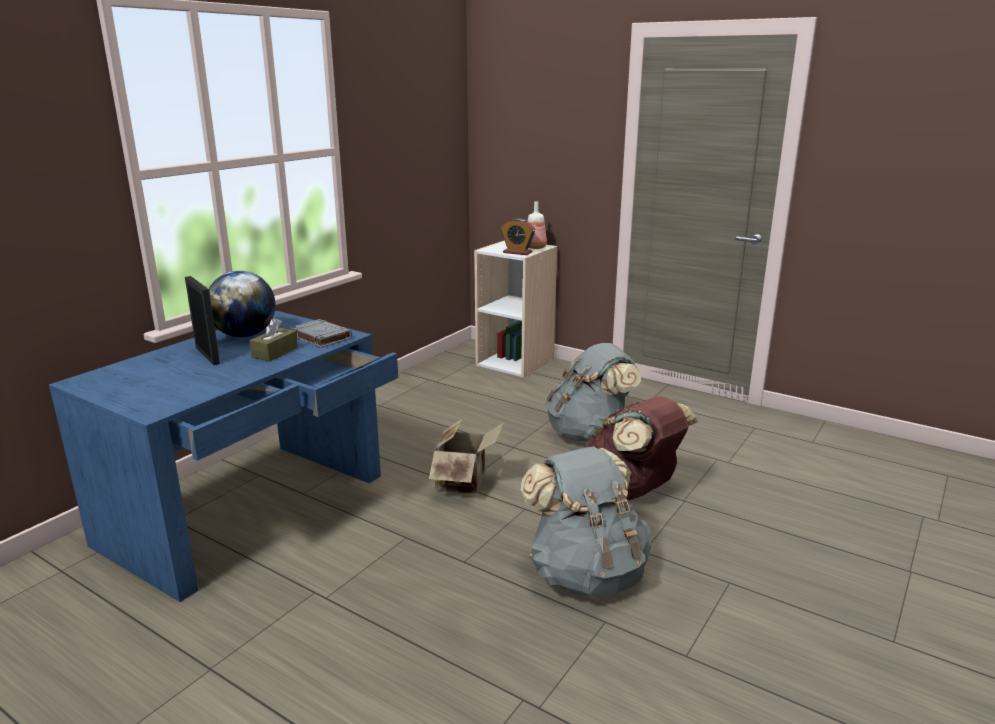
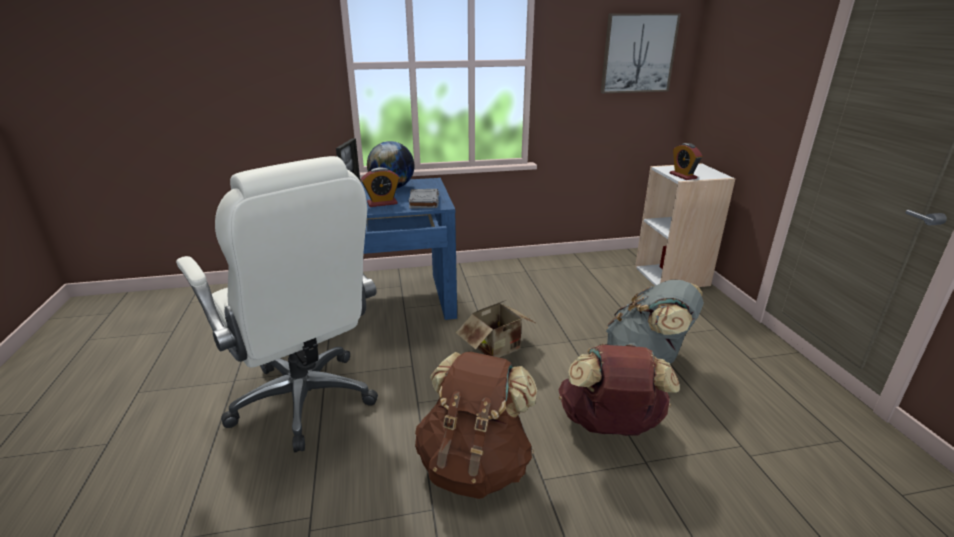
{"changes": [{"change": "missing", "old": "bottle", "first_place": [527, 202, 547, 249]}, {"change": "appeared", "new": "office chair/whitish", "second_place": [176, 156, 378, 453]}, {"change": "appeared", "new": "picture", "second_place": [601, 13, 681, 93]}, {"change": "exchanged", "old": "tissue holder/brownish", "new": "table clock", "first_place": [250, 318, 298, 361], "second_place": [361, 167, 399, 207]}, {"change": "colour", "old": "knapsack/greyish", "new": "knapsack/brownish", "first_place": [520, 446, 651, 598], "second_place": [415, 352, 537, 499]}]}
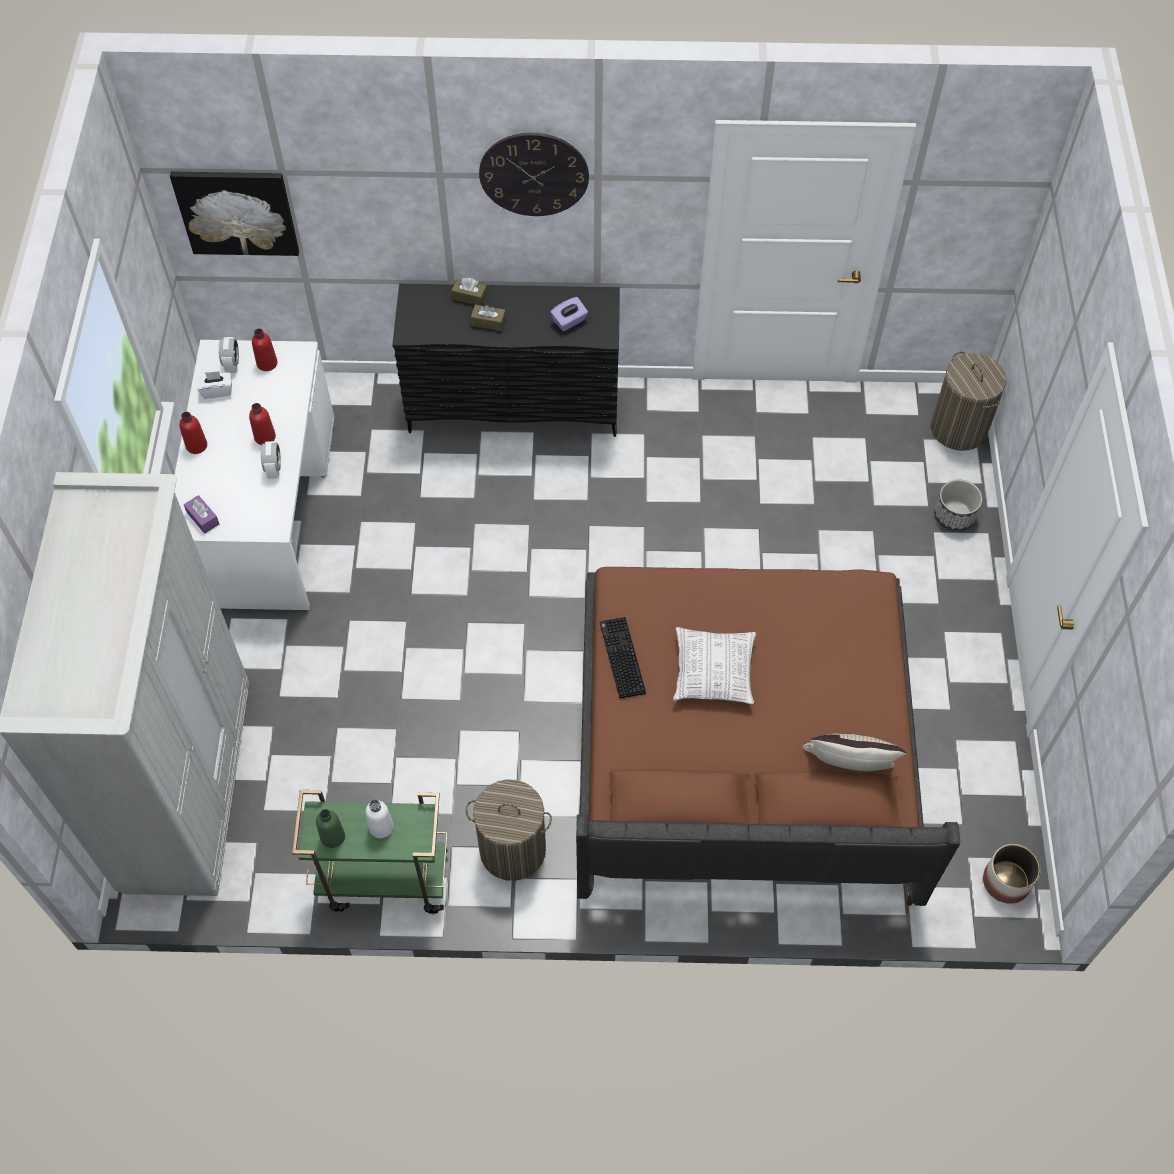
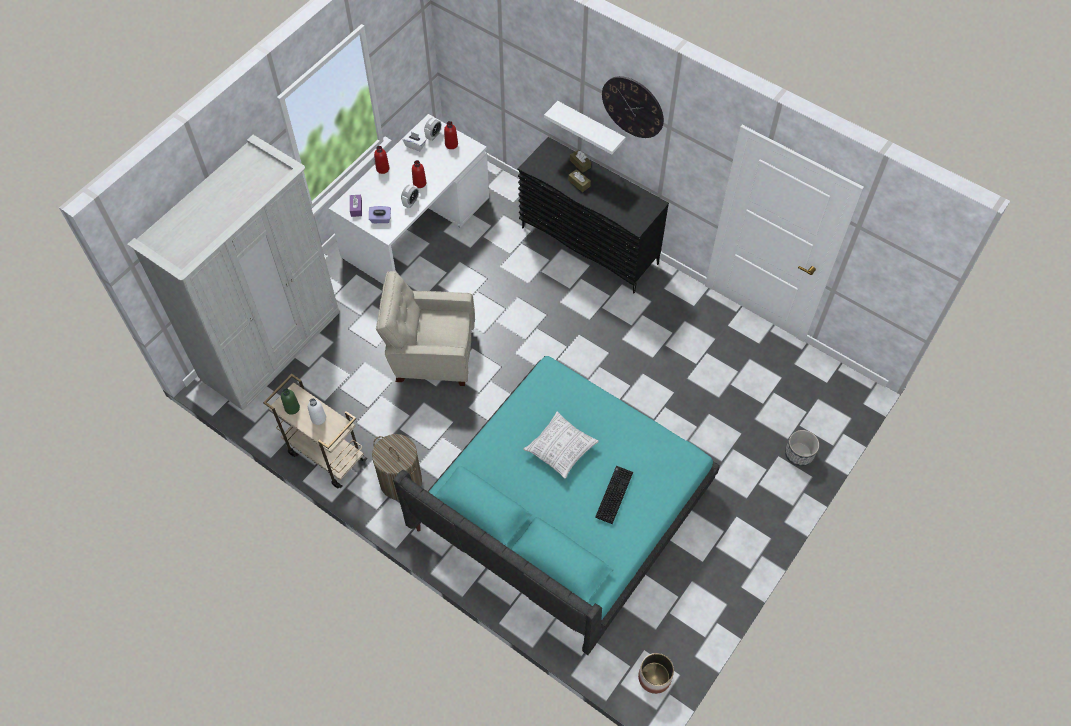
{"changes": [{"change": "missing", "old": "picture", "first_place": [170, 172, 299, 256]}, {"change": "missing", "old": "pillow", "first_place": [803, 733, 907, 771]}, {"change": "missing", "old": "washing basket", "first_place": [931, 351, 1007, 451]}, {"change": "appeared", "new": "lounge chair/sand-coloured", "second_place": [376, 271, 475, 386]}, {"change": "appeared", "new": "wall shelf/whitish", "second_place": [544, 101, 626, 155]}, {"change": "relocated", "old": "tissue holder/purplish", "first_place": [550, 297, 588, 331], "second_place": [369, 206, 391, 223]}, {"change": "relocated", "old": "PC keyboard", "first_place": [600, 617, 646, 699], "second_place": [595, 466, 633, 524]}, {"change": "colour", "old": "cart/green-coloured", "new": "cart/sand-coloured", "first_place": [292, 790, 448, 915], "second_place": [263, 374, 368, 488]}, {"change": "colour", "old": "bed/brownish", "new": "bed/turquoise", "first_place": [576, 567, 960, 906], "second_place": [393, 356, 720, 655]}]}
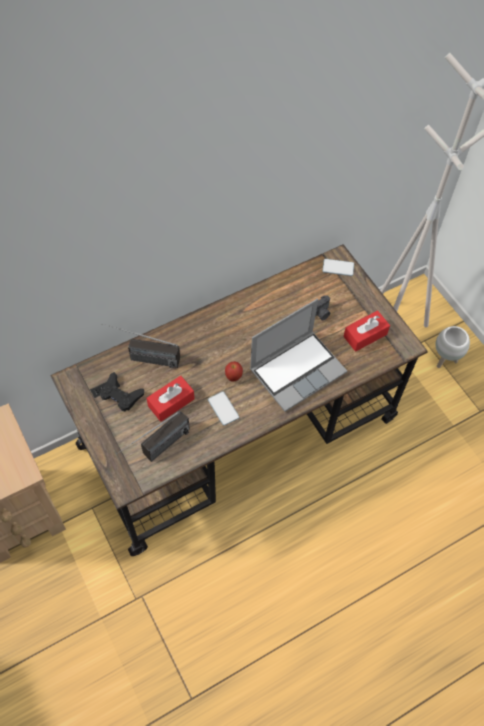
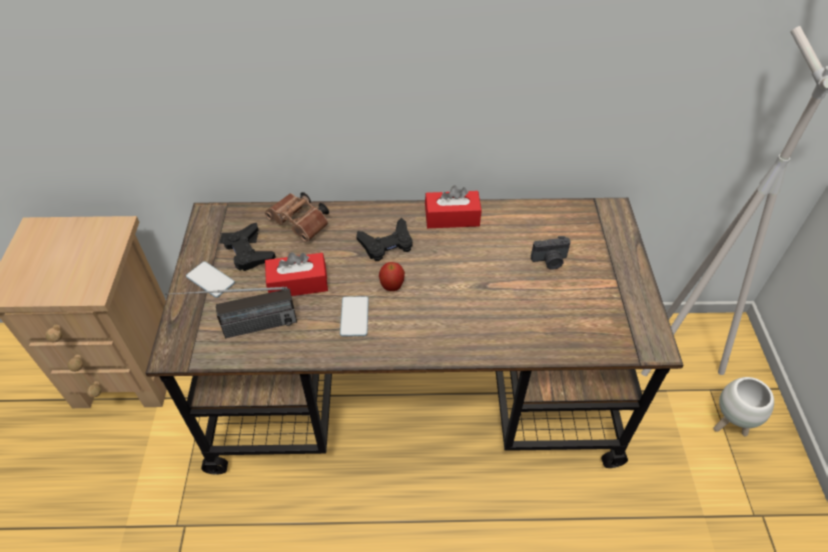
{"changes": [{"change": "missing", "old": "portable computer", "first_place": [250, 299, 347, 412]}, {"change": "appeared", "new": "gamepad/blackish", "second_place": [356, 218, 412, 261]}, {"change": "relocated", "old": "phone", "first_place": [323, 259, 354, 276], "second_place": [186, 261, 235, 298]}, {"change": "relocated", "old": "tissue holder/red-coloured", "first_place": [343, 310, 390, 352], "second_place": [425, 185, 482, 228]}, {"change": "exchanged", "old": "radio set", "new": "field glasses/brownish", "first_place": [102, 323, 180, 368], "second_place": [265, 192, 329, 242]}]}
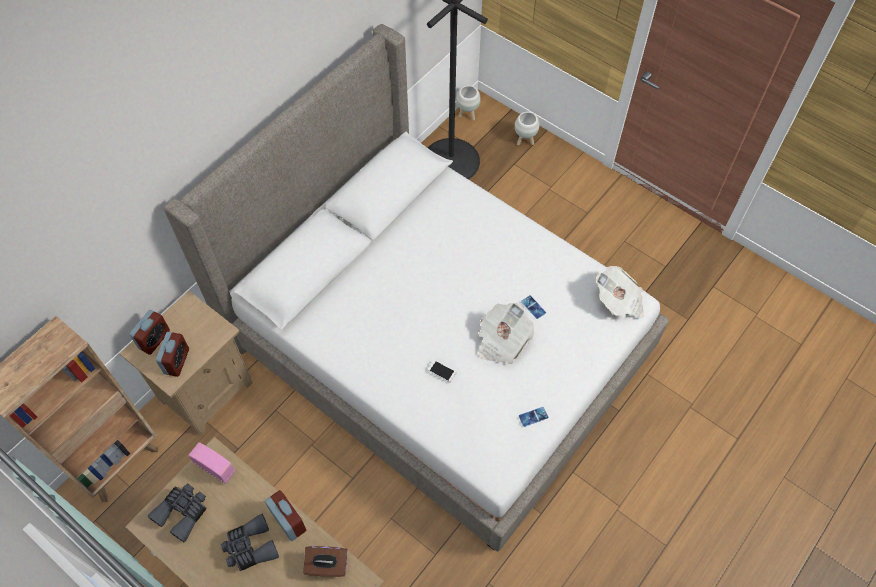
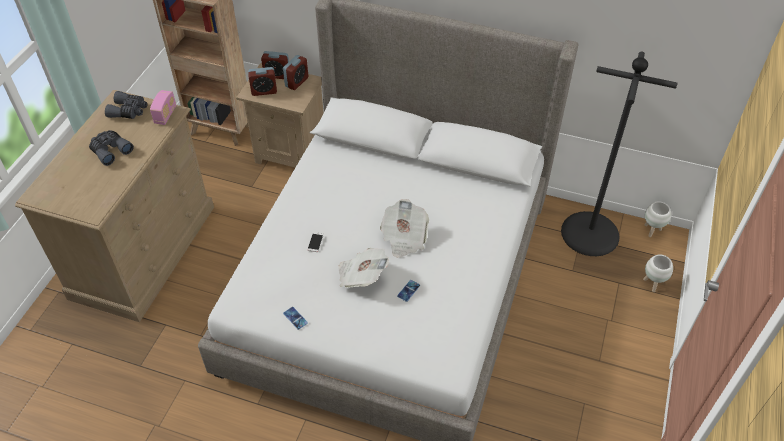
{"changes": [{"change": "missing", "old": "tissue holder/brownish", "first_place": [303, 546, 348, 577]}, {"change": "relocated", "old": "table clock", "first_place": [265, 490, 306, 541], "second_place": [283, 55, 308, 90]}, {"change": "relocated", "old": "daily paper", "first_place": [596, 266, 644, 318], "second_place": [380, 199, 429, 258]}]}
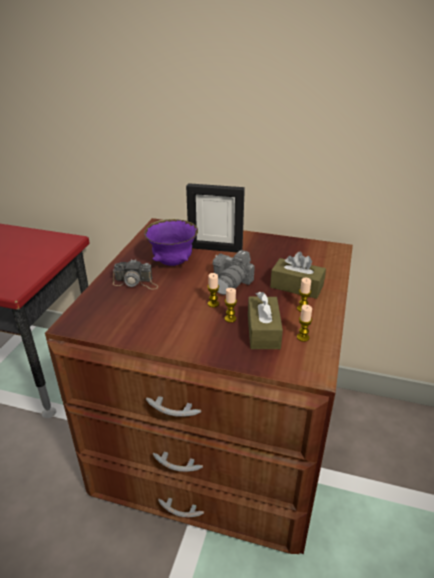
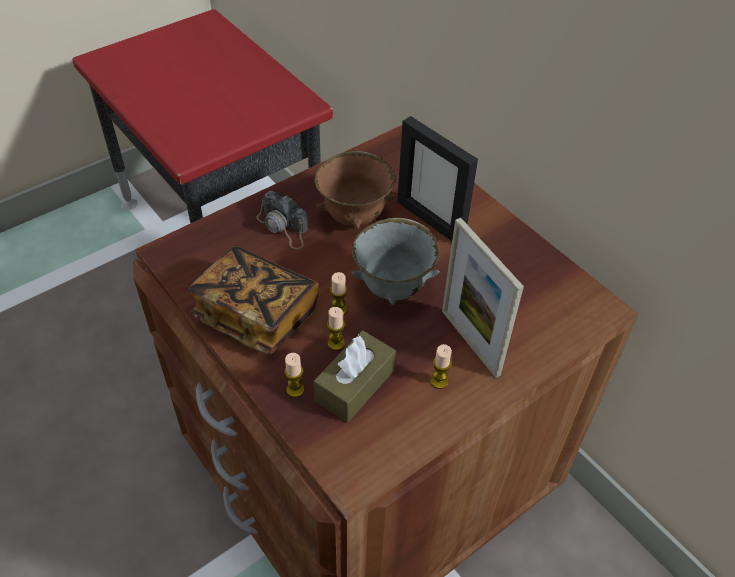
{"changes": [{"change": "appeared", "new": "volume", "second_place": [188, 246, 319, 354]}, {"change": "relocated", "old": "wax candle", "first_place": [297, 305, 312, 342], "second_place": [284, 353, 304, 397]}, {"change": "exchanged", "old": "photo camera", "new": "serving bowl/greyish", "first_place": [213, 250, 255, 295], "second_place": [352, 218, 440, 305]}, {"change": "exchanged", "old": "tissue holder/brownish", "new": "standing frame", "first_place": [270, 252, 326, 299], "second_place": [442, 218, 524, 378]}, {"change": "colour", "old": "serving bowl/purplish", "new": "serving bowl/brownish", "first_place": [144, 219, 198, 266], "second_place": [314, 151, 396, 229]}]}
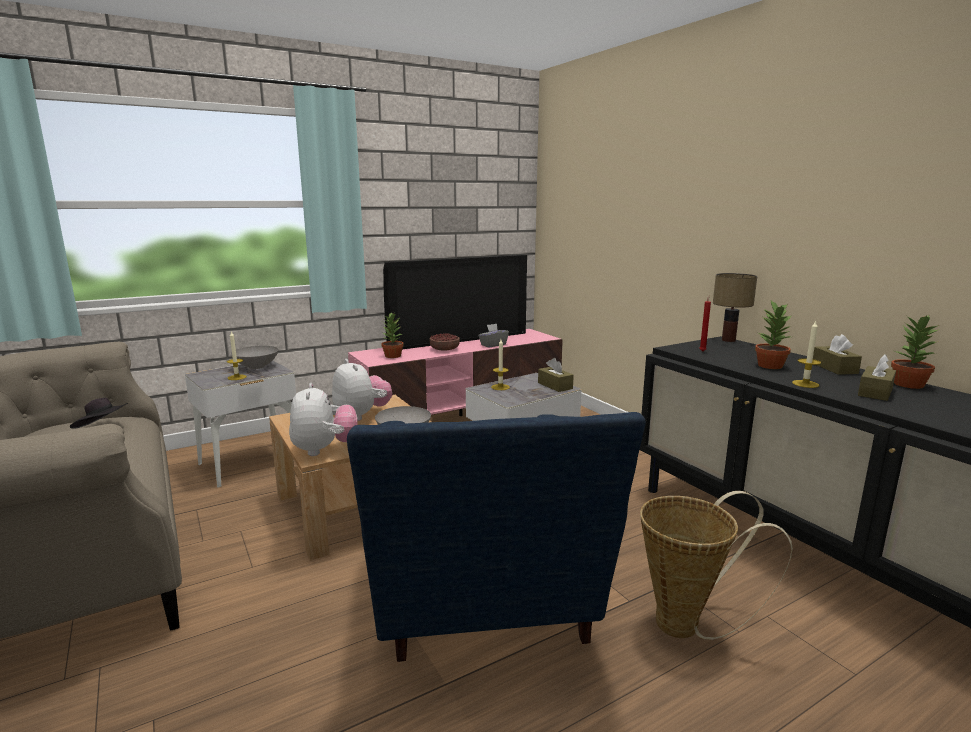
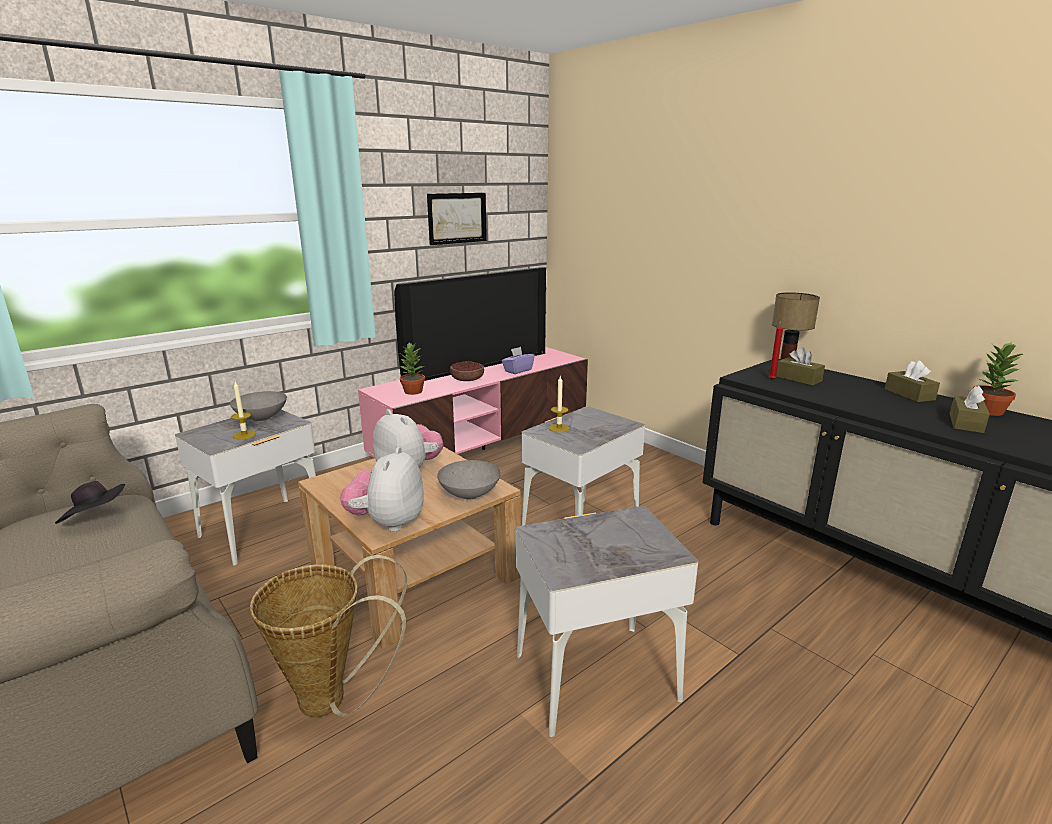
{"changes": [{"change": "missing", "old": "houseplant", "first_place": [755, 301, 792, 369]}, {"change": "missing", "old": "wax candle", "first_place": [792, 321, 821, 388]}, {"change": "appeared", "new": "picture", "second_place": [427, 193, 487, 245]}, {"change": "relocated", "old": "tissue holder/brownish", "first_place": [538, 358, 574, 392], "second_place": [776, 347, 825, 386]}, {"change": "relocated", "old": "household basket", "first_place": [640, 491, 793, 640], "second_place": [250, 555, 407, 717]}, {"change": "exchanged", "old": "lounge chair/blue-coloured", "new": "accent table", "first_place": [347, 412, 646, 662], "second_place": [516, 506, 698, 737]}, {"change": "colour", "old": "tissue holder/greyish", "new": "tissue holder/purplish", "first_place": [478, 324, 509, 348], "second_place": [502, 347, 535, 374]}, {"change": "spun", "old": "cuddly toy", "first_place": [289, 383, 358, 456], "second_place": [340, 447, 424, 532], "degrees": -150}]}
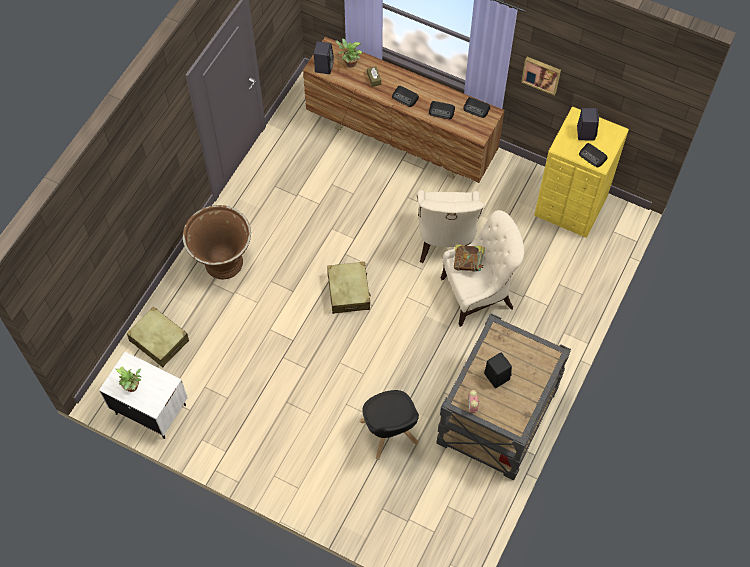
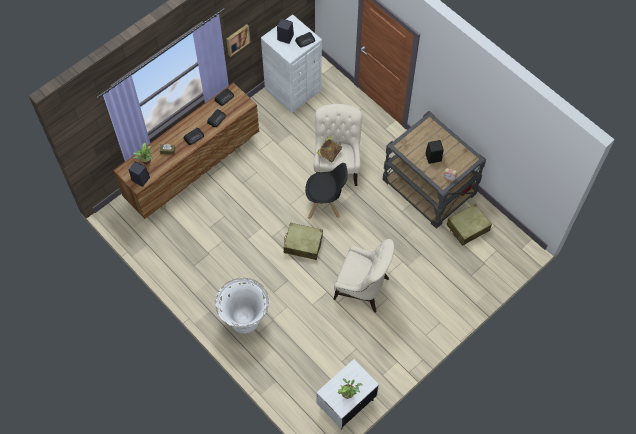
{"changes": [{"change": "relocated", "old": "suitcase/sand-coloured", "first_place": [127, 307, 189, 367], "second_place": [447, 204, 492, 246]}, {"change": "relocated", "old": "plain chair/blackish", "first_place": [360, 390, 419, 460], "second_place": [305, 163, 348, 220]}, {"change": "relocated", "old": "lounge chair/sand-coloured", "first_place": [417, 190, 485, 263], "second_place": [334, 239, 394, 313]}, {"change": "colour", "old": "flower pot/brownish", "new": "flower pot/whitish", "first_place": [183, 205, 251, 279], "second_place": [215, 278, 269, 334]}, {"change": "colour", "old": "chest of drawers/yellow", "new": "chest of drawers/whitish", "first_place": [534, 107, 629, 238], "second_place": [261, 15, 322, 113]}]}
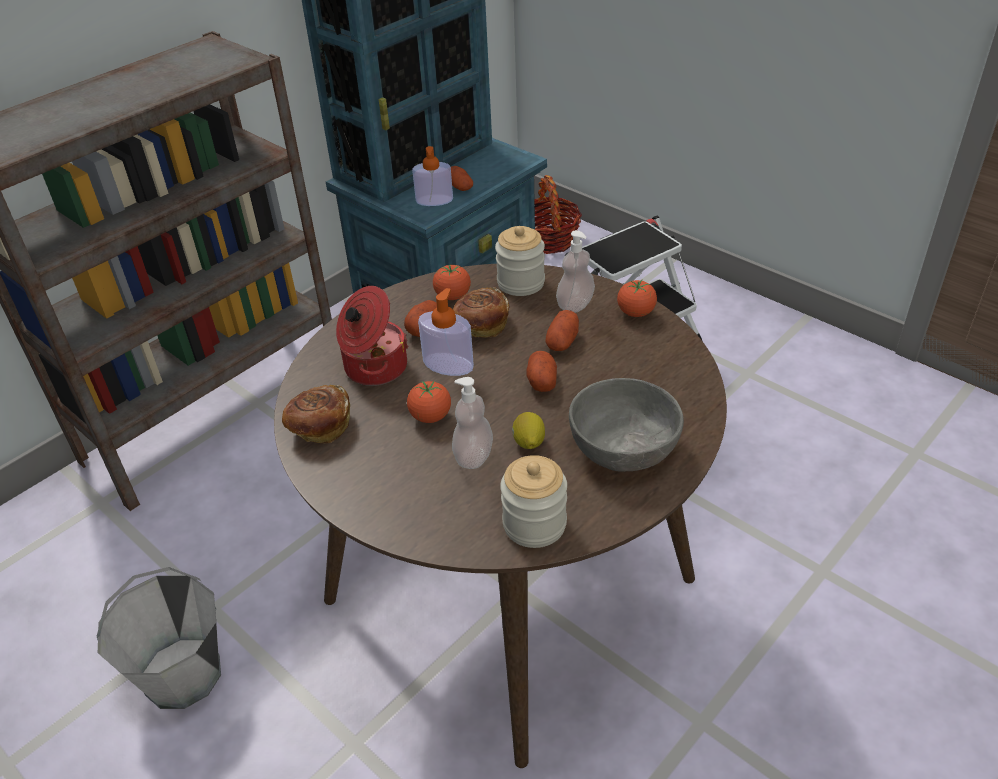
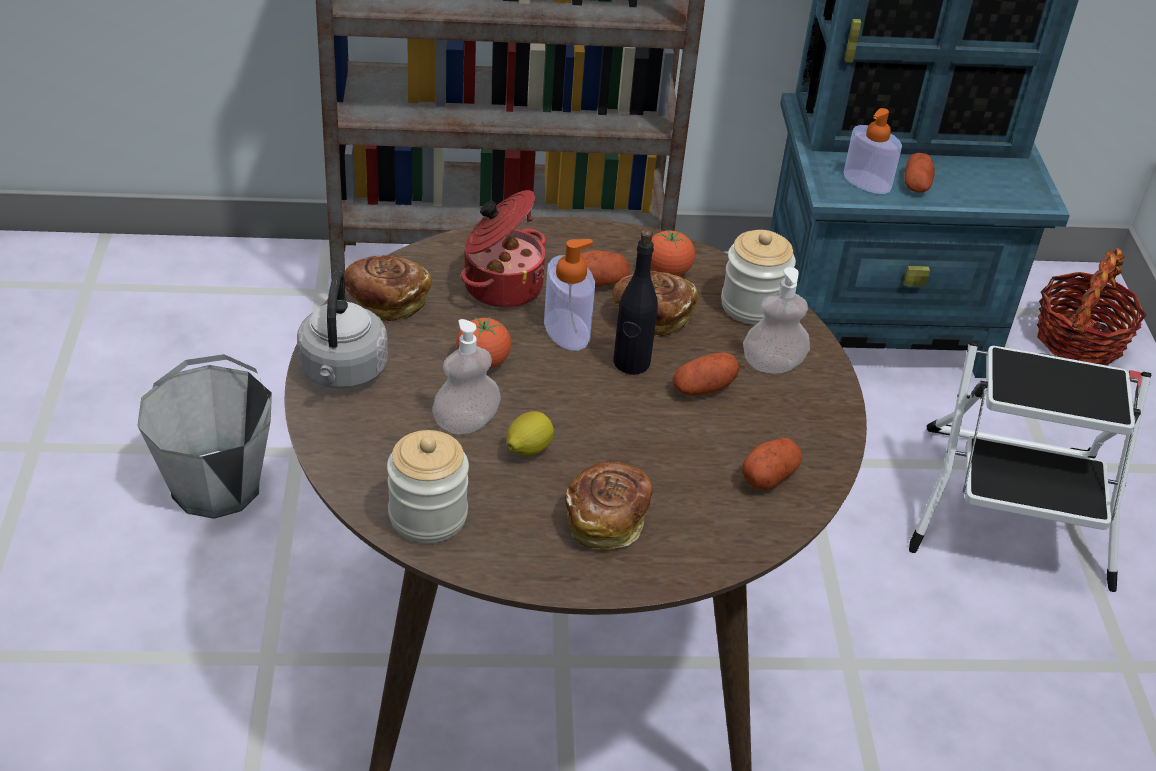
{"changes": [{"change": "missing", "old": "tomato", "first_place": [617, 279, 657, 317]}, {"change": "appeared", "new": "tea kettle/greyish", "second_place": [297, 271, 388, 389]}, {"change": "appeared", "new": "bottle/blackish", "second_place": [613, 229, 658, 375]}, {"change": "relocated", "old": "whole potato", "first_place": [526, 351, 557, 392], "second_place": [742, 438, 802, 490]}, {"change": "exchanged", "old": "serving bowl/greyish", "new": "baked bread", "first_place": [569, 378, 684, 472], "second_place": [565, 461, 653, 550]}]}
